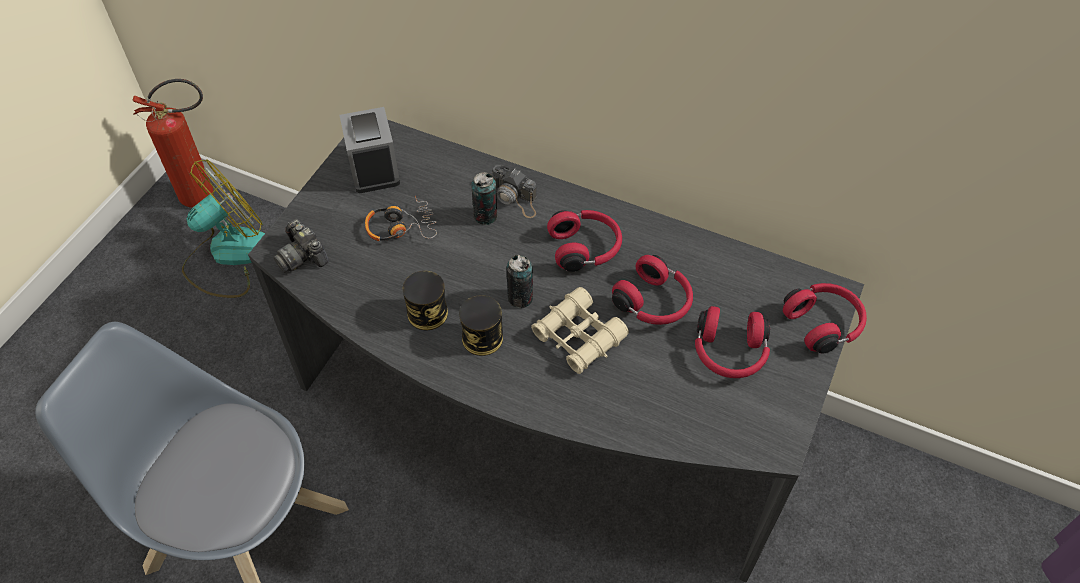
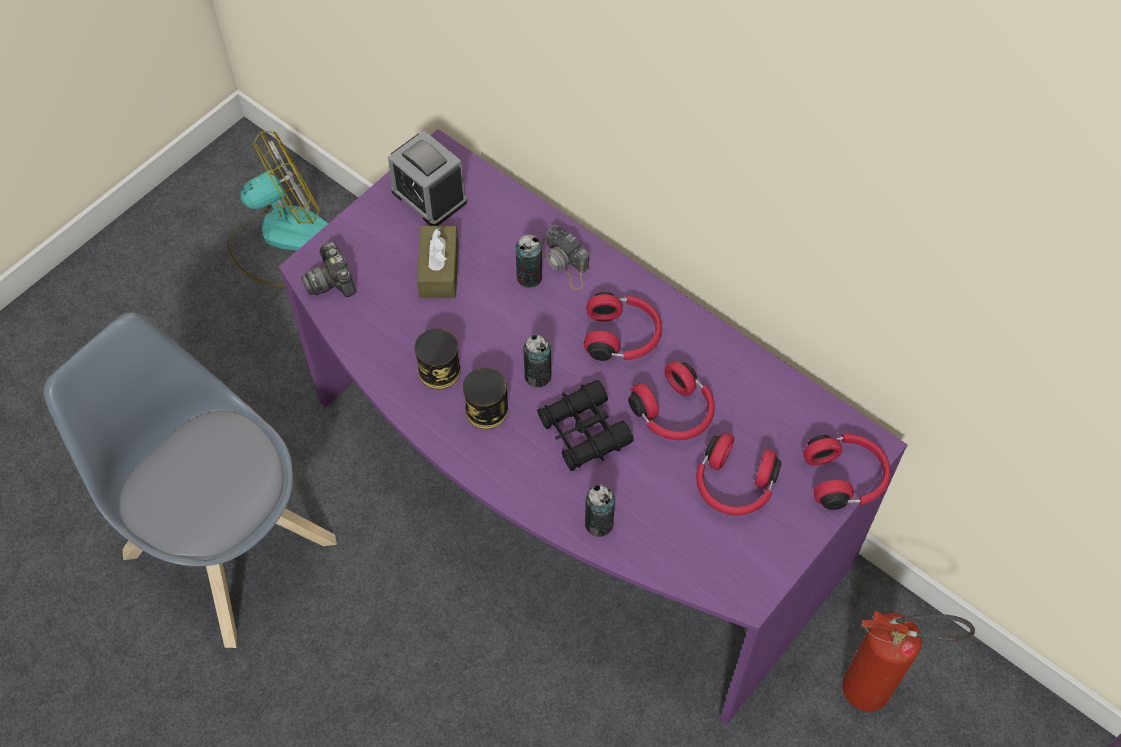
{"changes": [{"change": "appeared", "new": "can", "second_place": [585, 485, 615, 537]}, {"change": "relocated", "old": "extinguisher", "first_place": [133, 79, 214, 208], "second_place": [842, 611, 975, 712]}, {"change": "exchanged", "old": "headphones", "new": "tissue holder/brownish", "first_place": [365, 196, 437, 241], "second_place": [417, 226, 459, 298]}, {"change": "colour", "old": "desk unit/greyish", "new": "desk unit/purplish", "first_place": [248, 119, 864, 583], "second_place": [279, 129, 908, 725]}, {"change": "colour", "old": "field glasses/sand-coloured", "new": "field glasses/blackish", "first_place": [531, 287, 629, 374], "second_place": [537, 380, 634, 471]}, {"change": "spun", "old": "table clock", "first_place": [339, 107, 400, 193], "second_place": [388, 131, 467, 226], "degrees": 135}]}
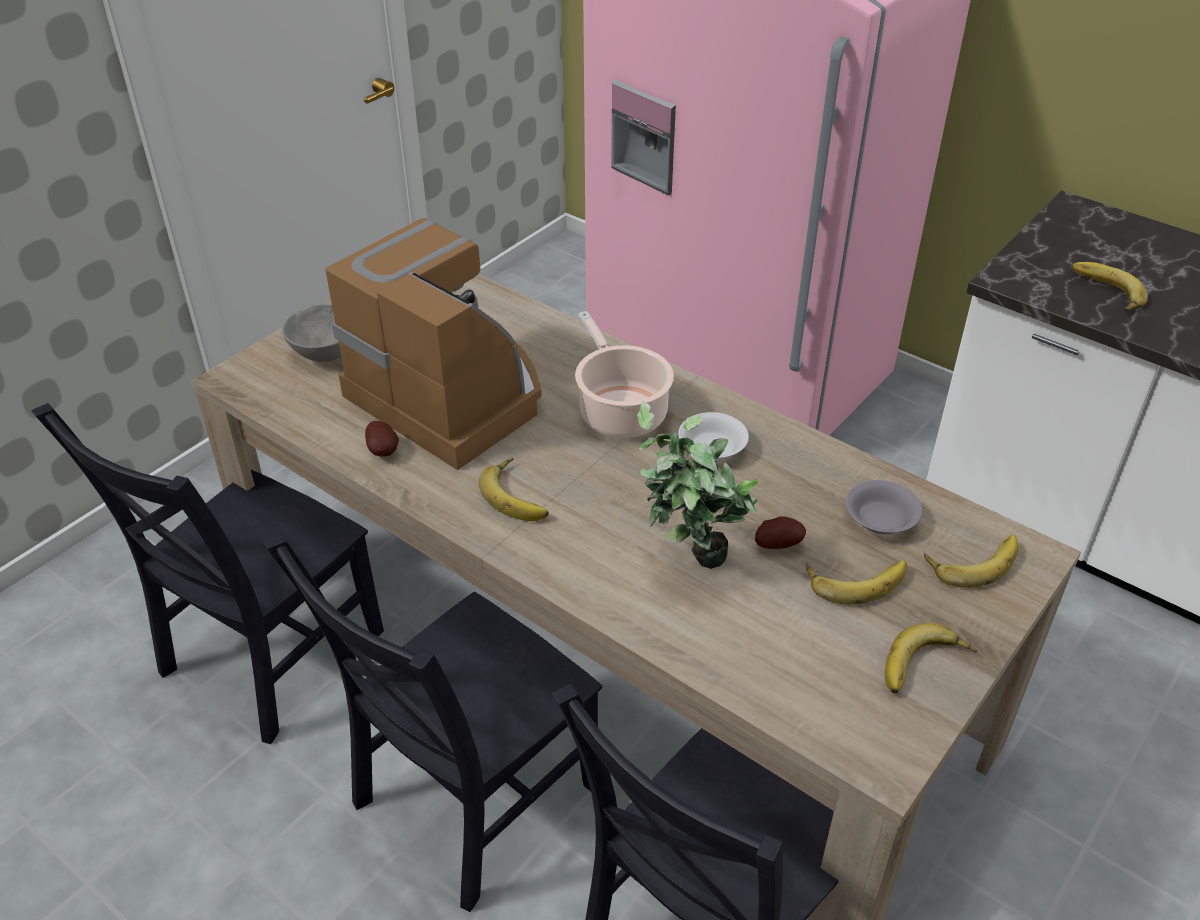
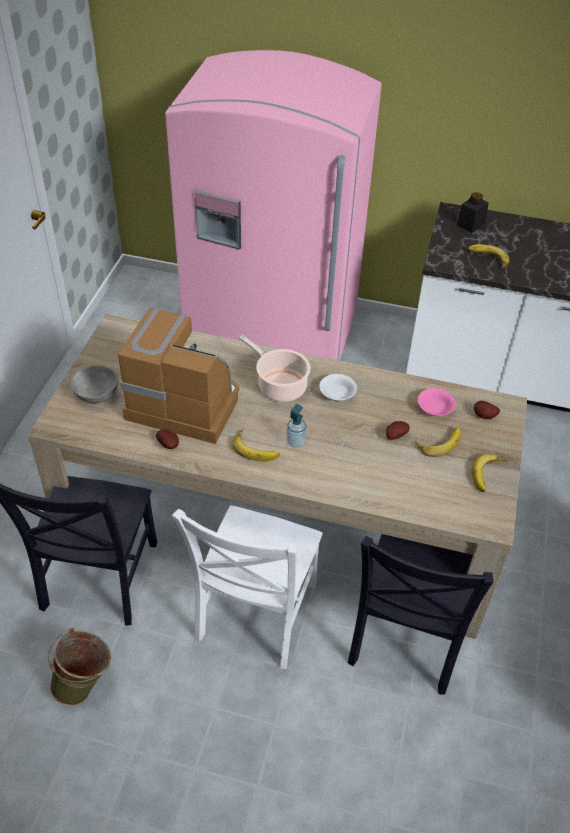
{"changes": [{"change": "missing", "old": "houseplant", "first_place": [637, 401, 759, 569]}, {"change": "appeared", "new": "pail/green-coloured", "second_place": [48, 628, 111, 706]}, {"change": "appeared", "new": "liquid soap bottle", "second_place": [286, 404, 307, 447]}, {"change": "appeared", "new": "jar/blackish", "second_place": [457, 192, 489, 233]}, {"change": "exchanged", "old": "whole banana", "new": "whole potato", "first_place": [924, 534, 1018, 588], "second_place": [474, 401, 500, 419]}, {"change": "colour", "old": "plain chair/blackish", "new": "plain chair/whitish", "first_place": [262, 533, 602, 912], "second_place": [172, 505, 323, 669]}, {"change": "colour", "old": "serving bowl/greyish", "new": "serving bowl/pinkish", "first_place": [846, 480, 922, 534], "second_place": [417, 388, 456, 416]}]}
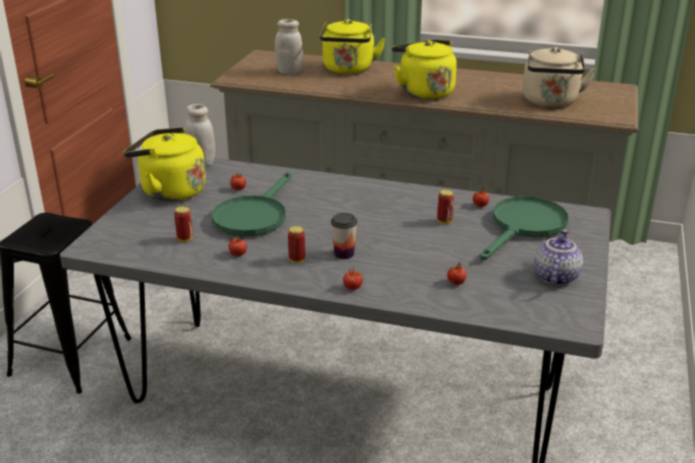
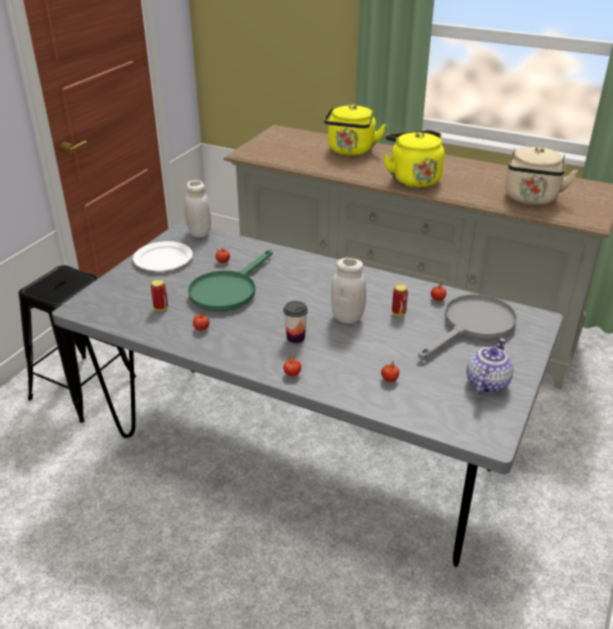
{"changes": [{"change": "missing", "old": "can", "first_place": [288, 226, 305, 263]}, {"change": "relocated", "old": "jar/whitish", "first_place": [275, 19, 303, 75], "second_place": [331, 258, 366, 323]}, {"change": "exchanged", "old": "tea kettle/yellow", "new": "flat dish/whitish", "first_place": [124, 127, 206, 202], "second_place": [133, 241, 193, 271]}, {"change": "colour", "old": "frying pan/green-coloured", "new": "frying pan/greyish", "first_place": [479, 196, 569, 260], "second_place": [418, 295, 517, 359]}]}
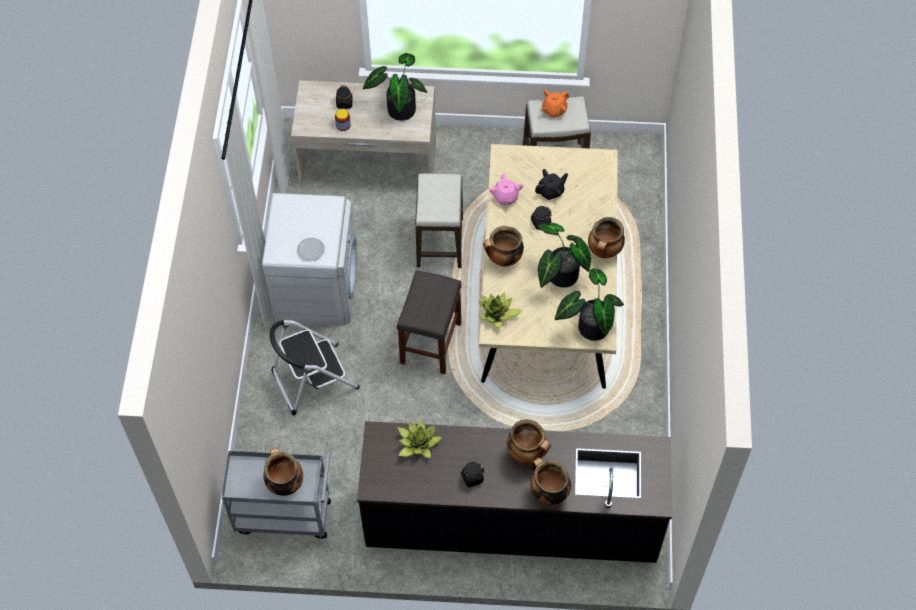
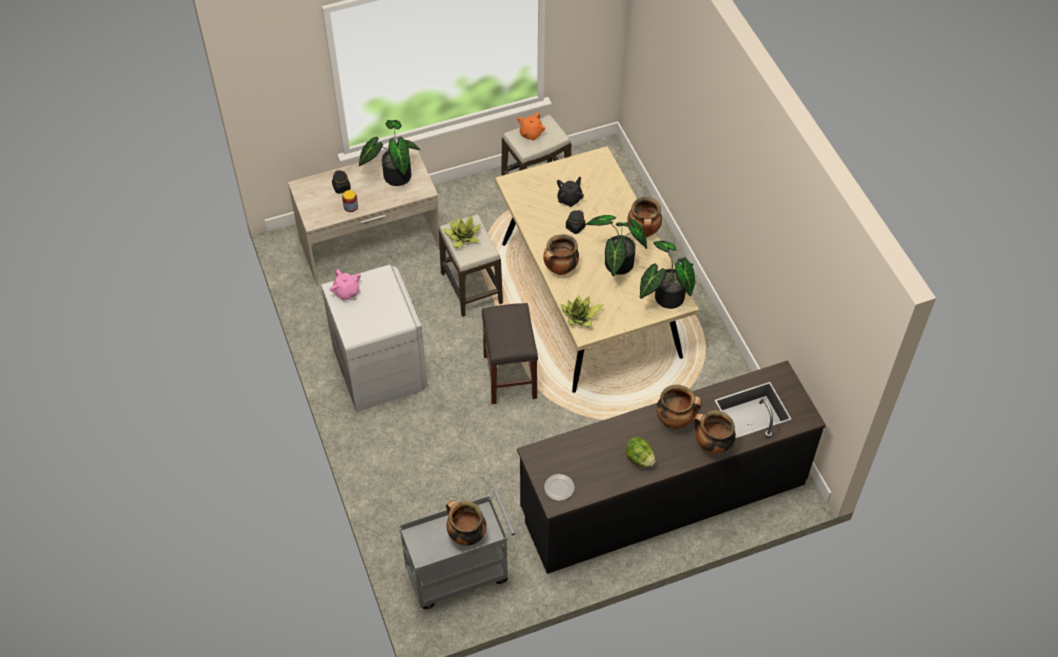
{"changes": [{"change": "missing", "old": "stepladder", "first_place": [270, 320, 360, 416]}, {"change": "relocated", "old": "flat dish", "first_place": [297, 238, 325, 261], "second_place": [544, 474, 574, 501]}, {"change": "relocated", "old": "houseplant", "first_place": [397, 419, 442, 458], "second_place": [442, 216, 481, 248]}, {"change": "relocated", "old": "teapot/pinkish", "first_place": [489, 173, 523, 205], "second_place": [330, 269, 361, 301]}, {"change": "exchanged", "old": "jar/blackish", "new": "lettuce head", "first_place": [460, 462, 485, 487], "second_place": [625, 437, 656, 467]}]}
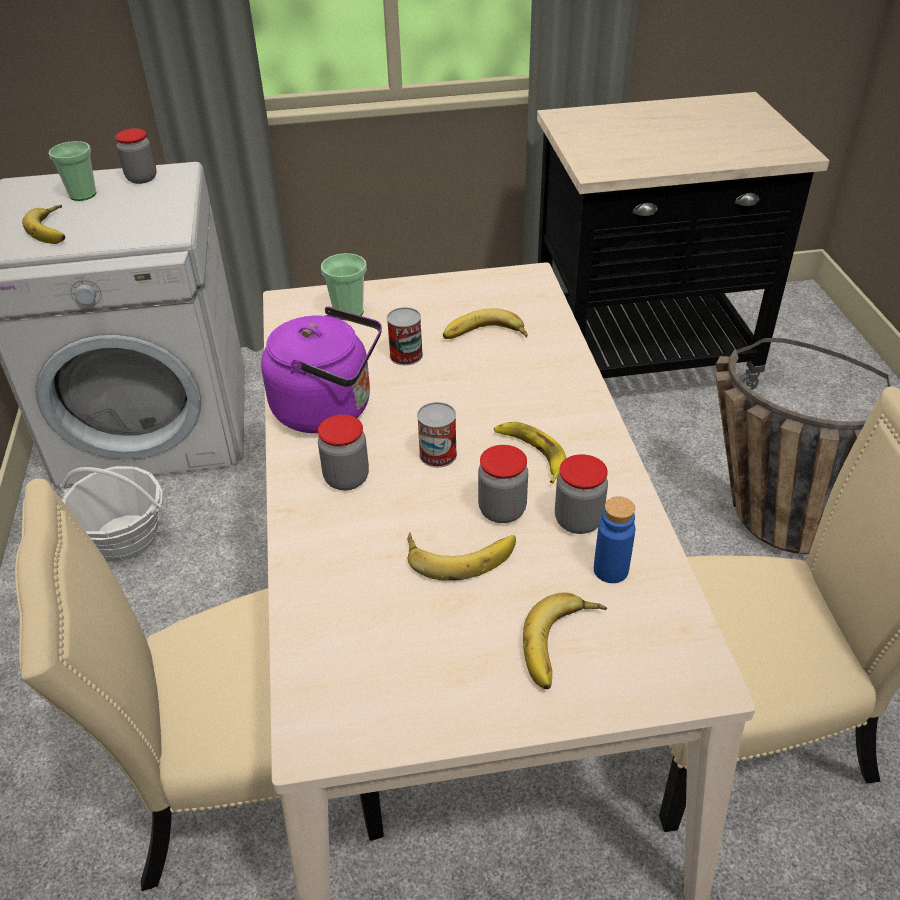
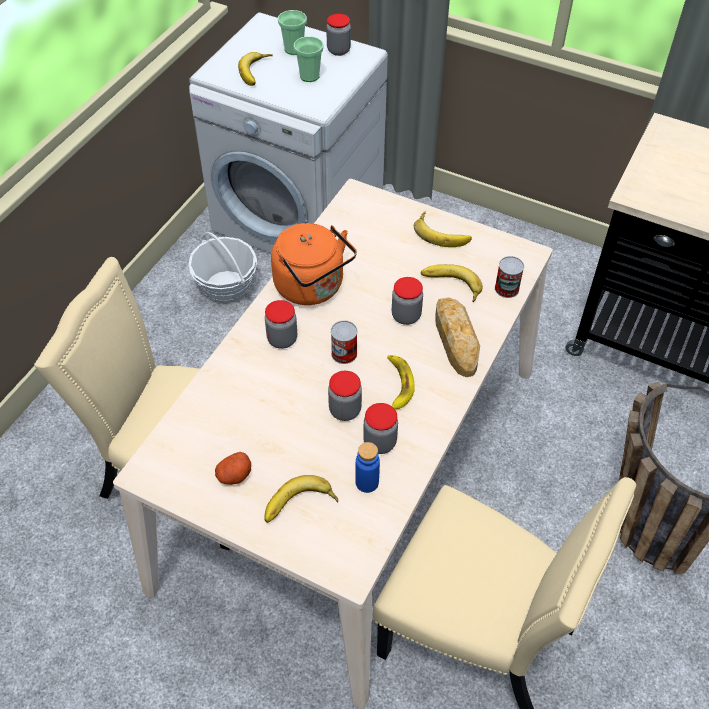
{"changes": [{"change": "appeared", "new": "whole potato", "second_place": [215, 452, 251, 485]}, {"change": "appeared", "new": "jar", "second_place": [392, 277, 423, 325]}, {"change": "appeared", "new": "baked bread", "second_place": [436, 298, 480, 377]}, {"change": "relocated", "old": "cup", "first_place": [321, 253, 367, 320], "second_place": [294, 36, 324, 82]}, {"change": "relocated", "old": "can", "first_place": [387, 307, 423, 365], "second_place": [495, 256, 524, 298]}, {"change": "relocated", "old": "whole banana", "first_place": [407, 533, 516, 581], "second_place": [414, 211, 472, 247]}, {"change": "colour", "old": "tea kettle/purplish", "new": "tea kettle/orange", "first_place": [261, 307, 382, 433], "second_place": [271, 223, 357, 305]}]}
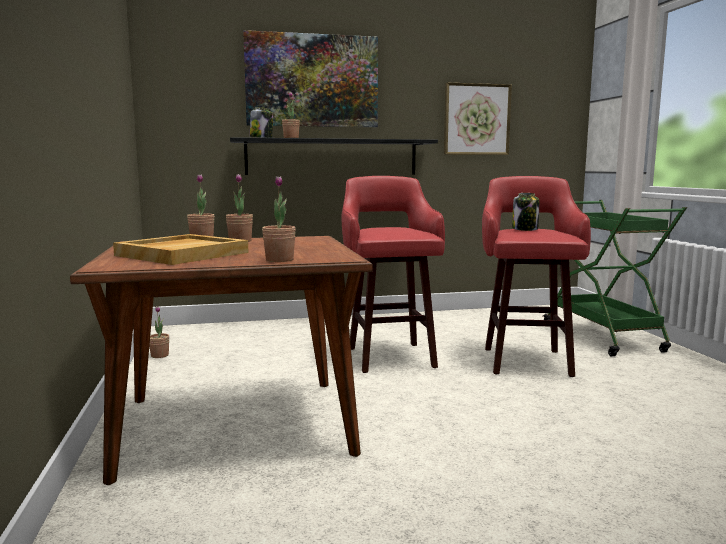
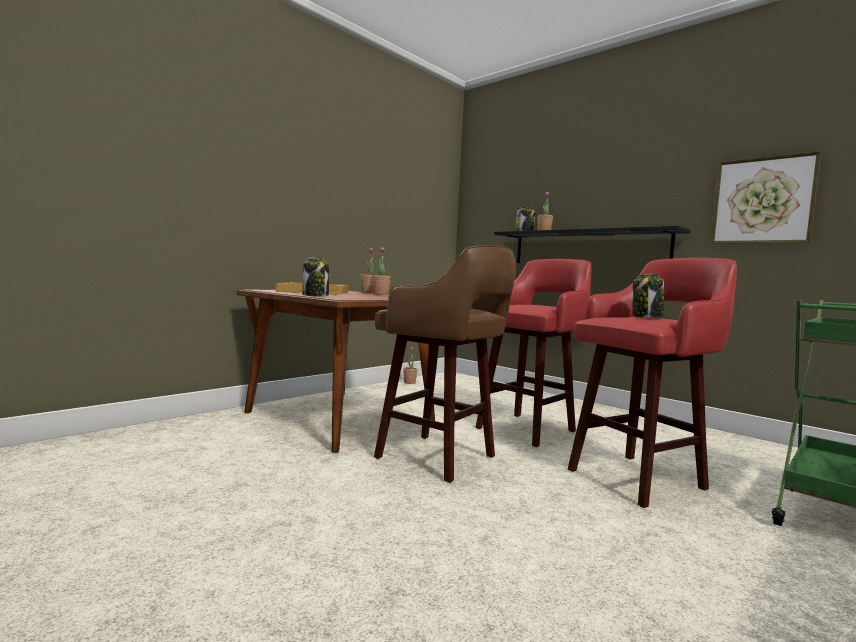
{"changes": [{"change": "missing", "old": "picture", "first_place": [243, 30, 378, 127]}, {"change": "appeared", "new": "stool seat/brownish", "second_place": [374, 245, 516, 483]}, {"change": "exchanged", "old": "houseplant", "new": "jar", "first_place": [262, 176, 296, 262], "second_place": [302, 258, 329, 297]}]}
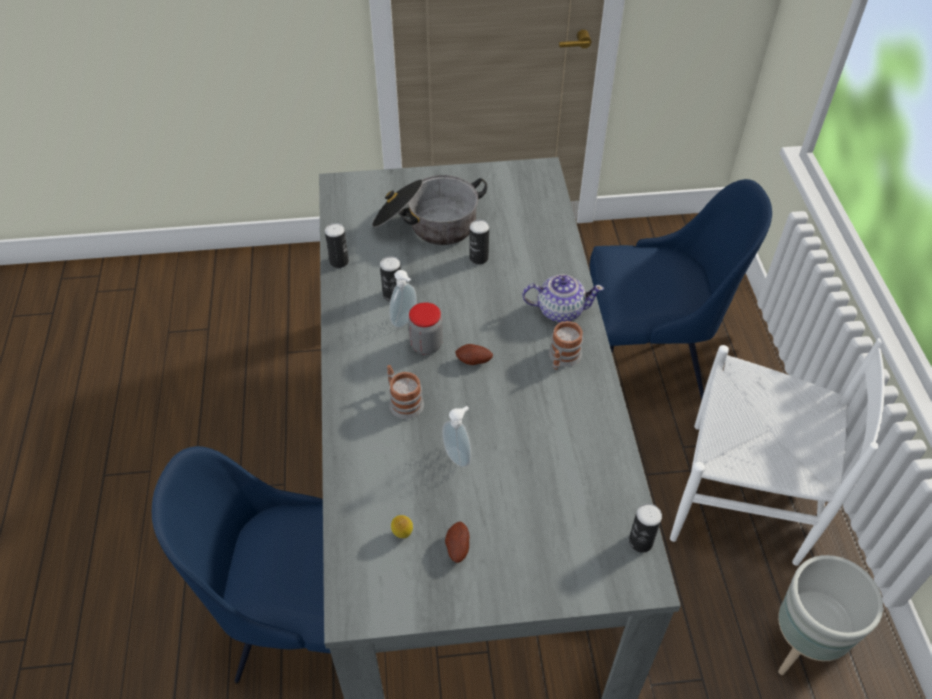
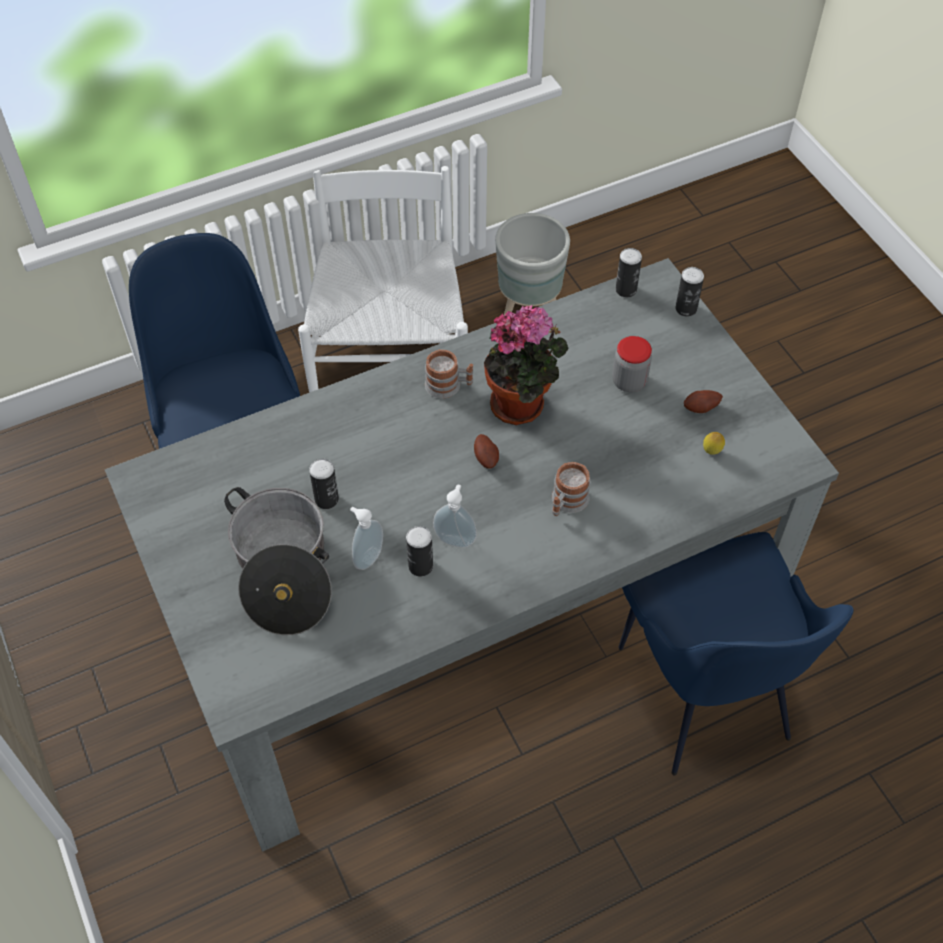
{"changes": [{"change": "missing", "old": "teapot", "first_place": [522, 274, 604, 322]}, {"change": "appeared", "new": "houseplant", "second_place": [484, 305, 569, 425]}, {"change": "relocated", "old": "can", "first_place": [325, 223, 349, 268], "second_place": [675, 267, 704, 317]}, {"change": "relocated", "old": "jar", "first_place": [408, 302, 443, 355], "second_place": [612, 336, 652, 392]}, {"change": "relocated", "old": "liquid soap bottle", "first_place": [442, 406, 471, 467], "second_place": [350, 507, 383, 570]}]}
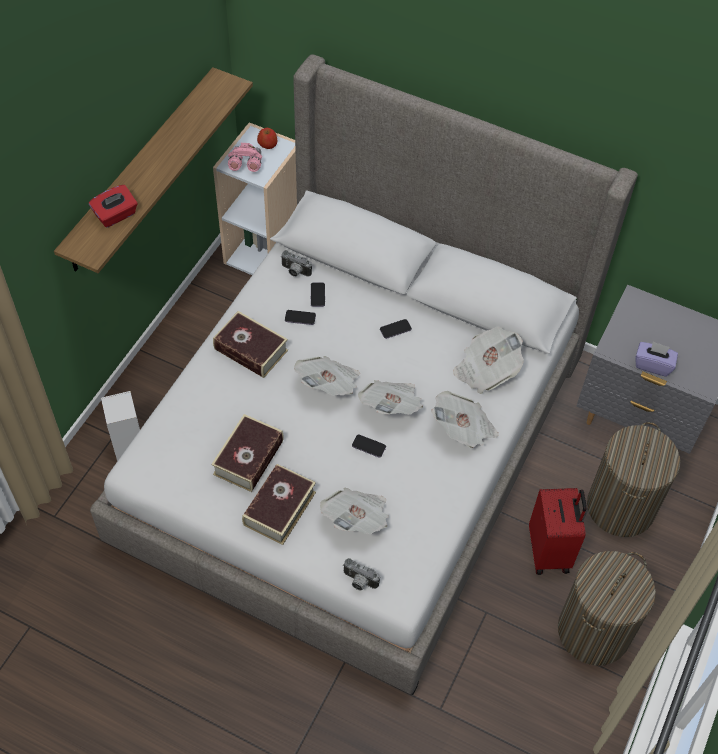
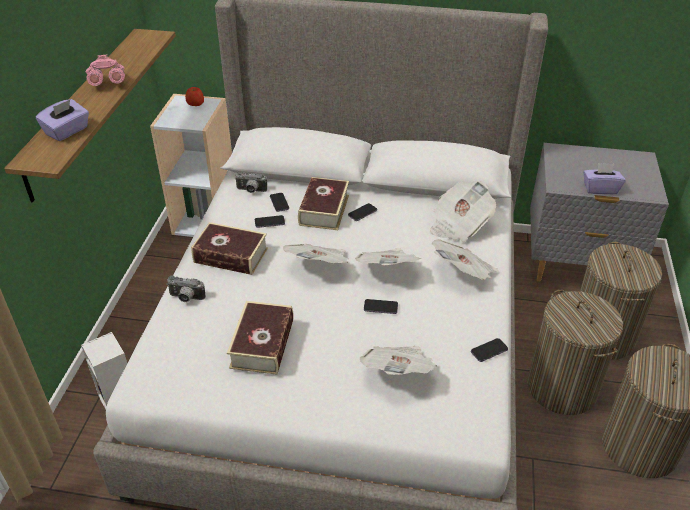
{"changes": [{"change": "appeared", "new": "phone", "second_place": [471, 338, 508, 362]}, {"change": "relocated", "old": "field glasses/pinkish", "first_place": [228, 143, 262, 172], "second_place": [85, 54, 125, 86]}, {"change": "relocated", "old": "volume", "first_place": [242, 464, 316, 545], "second_place": [298, 177, 349, 230]}, {"change": "relocated", "old": "photo camera", "first_place": [343, 558, 380, 591], "second_place": [167, 275, 206, 302]}, {"change": "exchanged", "old": "suitcase/red-coloured", "new": "washing basket", "first_place": [529, 488, 587, 575], "second_place": [527, 290, 623, 415]}, {"change": "colour", "old": "tissue holder/red-coloured", "new": "tissue holder/purplish", "first_place": [89, 185, 138, 228], "second_place": [36, 99, 89, 141]}]}
